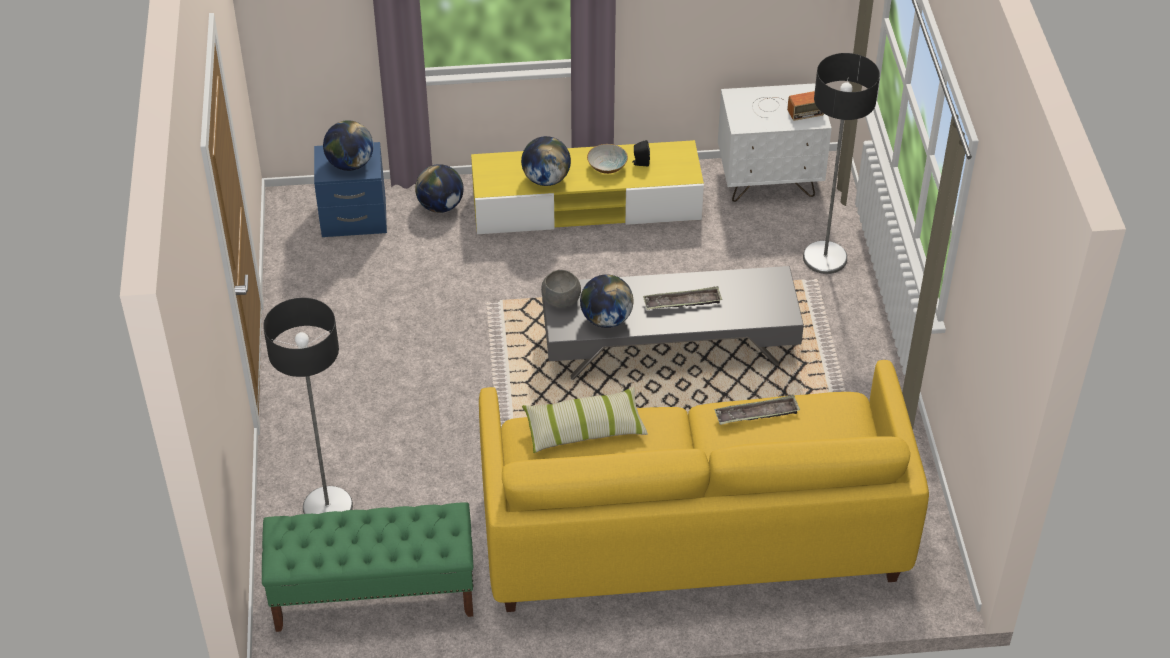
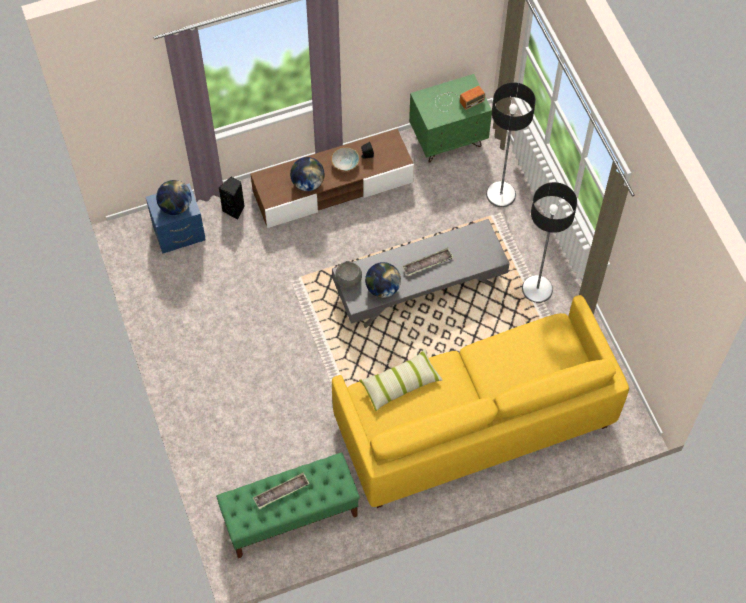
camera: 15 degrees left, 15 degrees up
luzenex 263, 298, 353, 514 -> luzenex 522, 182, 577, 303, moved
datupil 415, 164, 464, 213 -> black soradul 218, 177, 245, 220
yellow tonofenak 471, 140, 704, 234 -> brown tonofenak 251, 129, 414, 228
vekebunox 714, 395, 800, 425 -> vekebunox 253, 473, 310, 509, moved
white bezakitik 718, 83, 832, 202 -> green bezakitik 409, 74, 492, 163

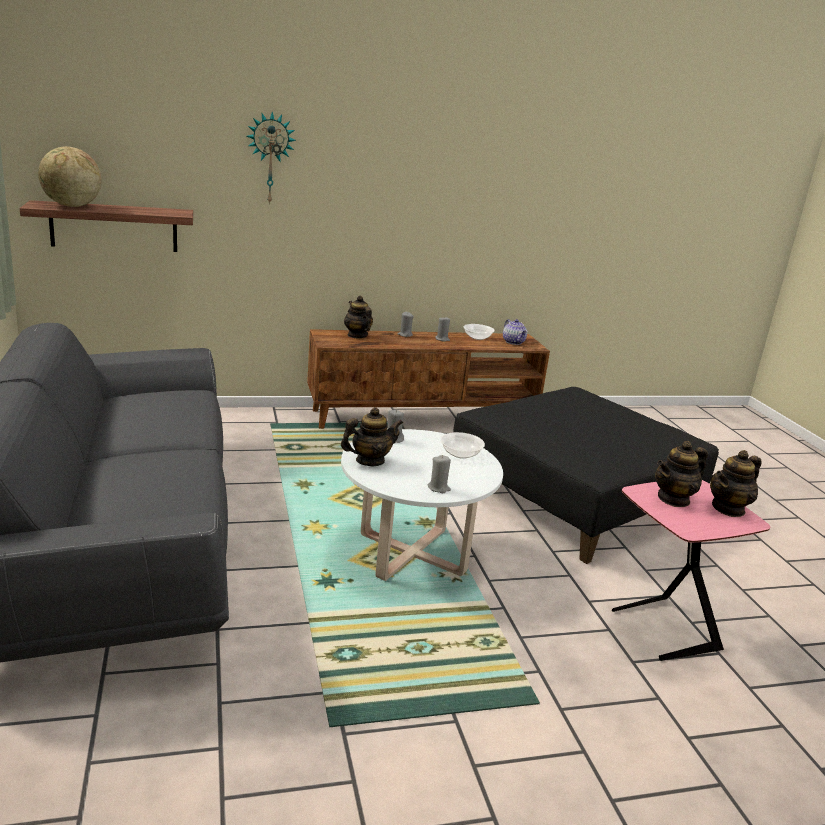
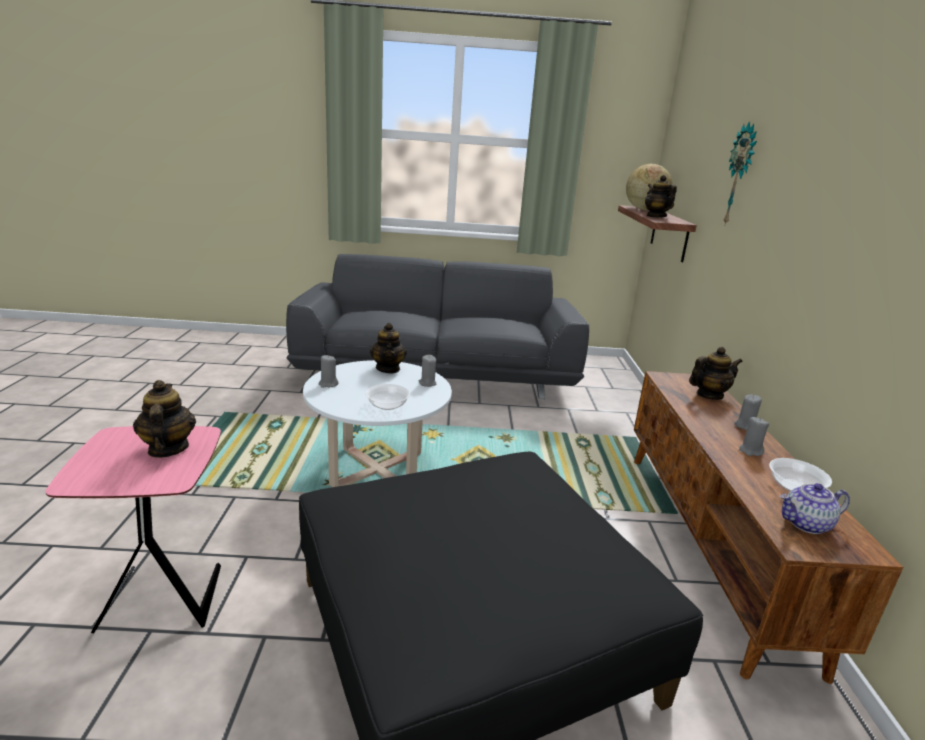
camera: 105 degrees right, 0 degrees up
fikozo 710, 450, 762, 517 -> fikozo 645, 175, 677, 217, moved

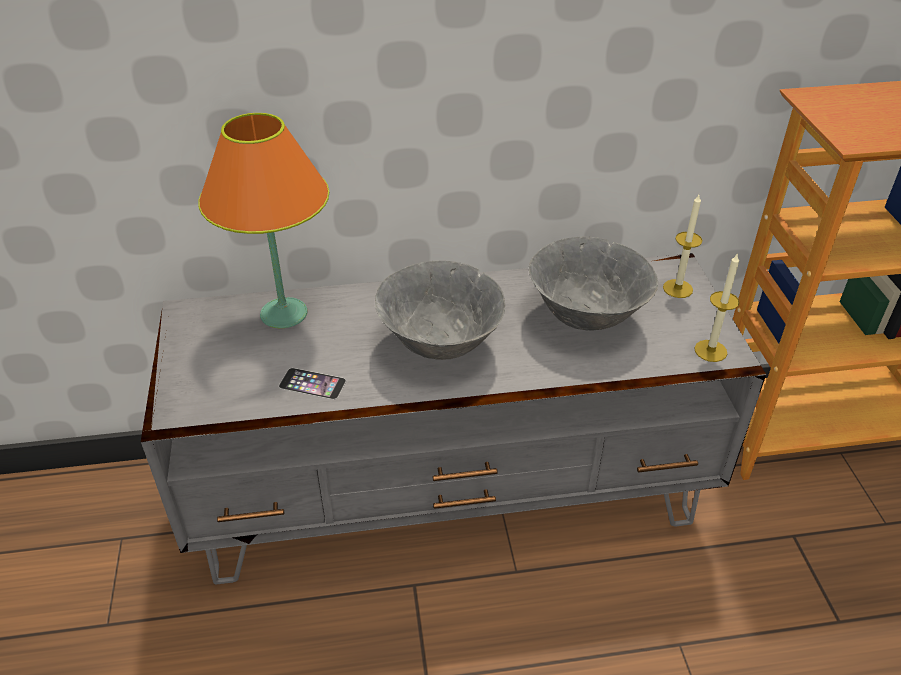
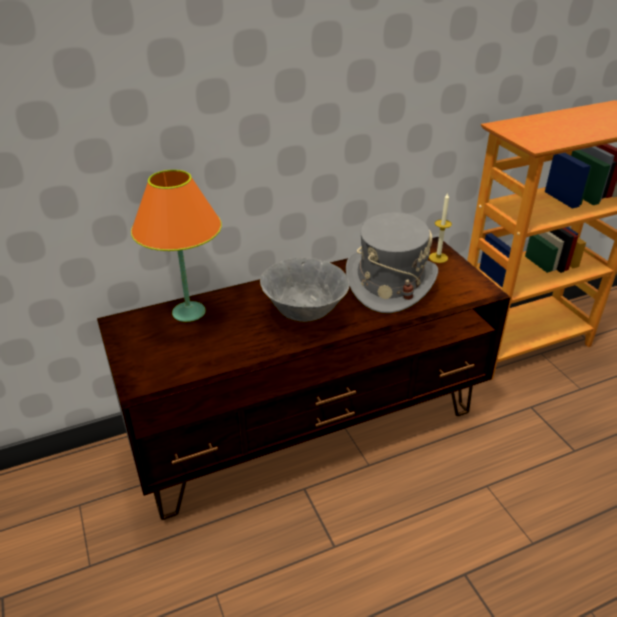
camera: 15 degrees left, 5 degrees down
grey tonofenak 141, 253, 766, 585 -> brown tonofenak 97, 237, 510, 520
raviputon 279, 368, 346, 400 -> none
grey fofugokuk 529, 237, 658, 331 -> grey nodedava 346, 213, 438, 313
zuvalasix 695, 253, 739, 362 -> none

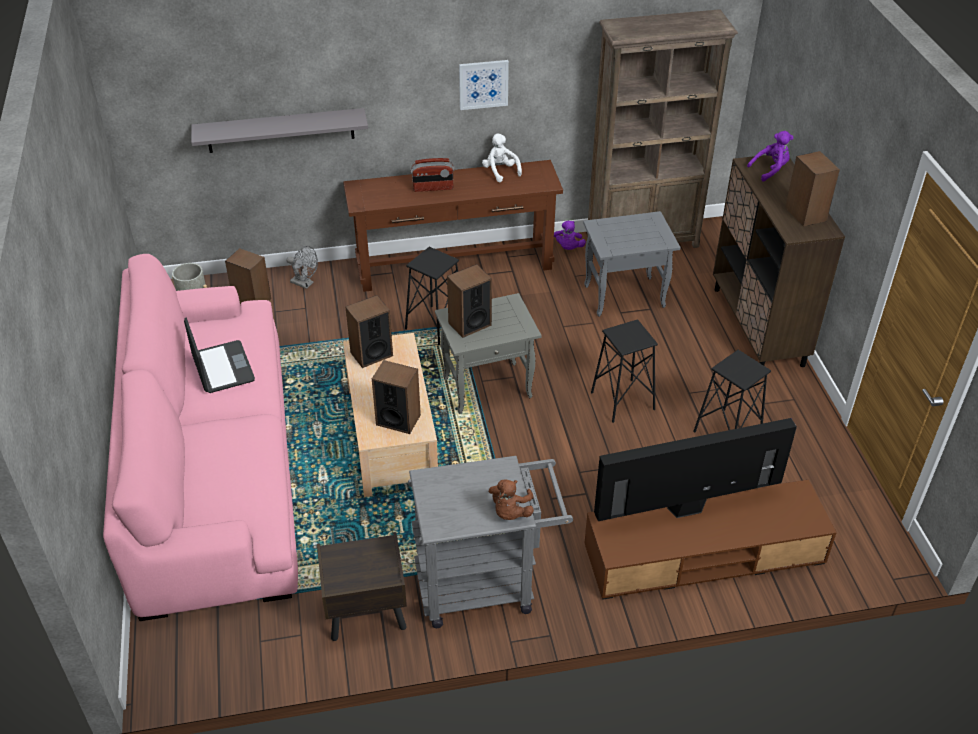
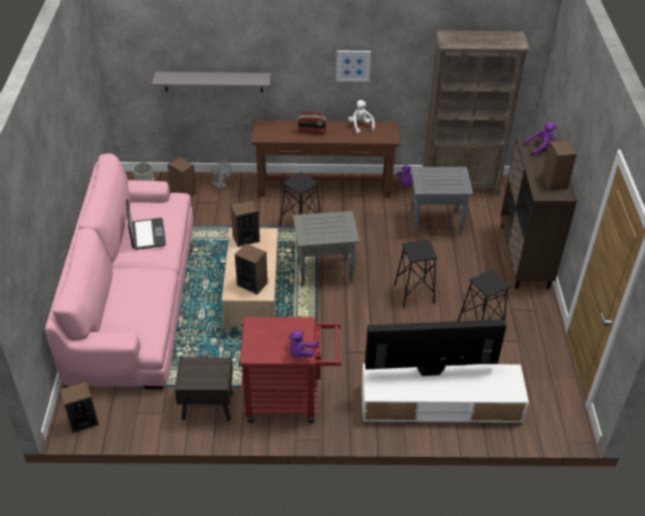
camera: 10 degrees right, 0 degrees up
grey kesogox 408, 456, 573, 628 -> red kesogox 238, 317, 342, 424
soradul 447, 264, 492, 338 -> soradul 60, 381, 99, 433, moved
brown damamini 489, 480, 534, 520 -> purple damamini 288, 330, 318, 357
brown tonofenak 585, 480, 837, 600 -> white tonofenak 361, 363, 529, 424

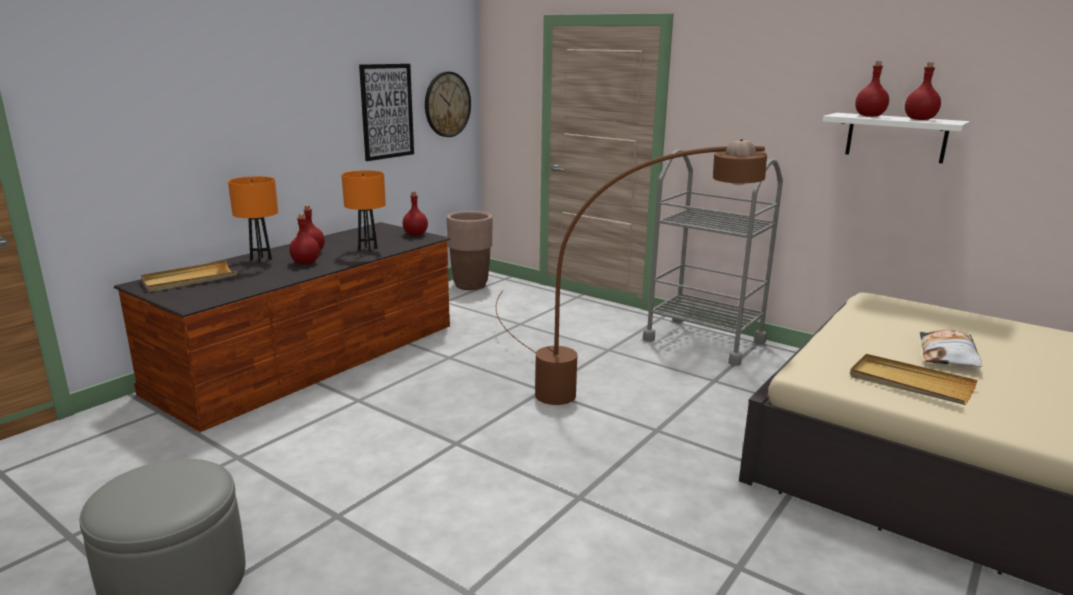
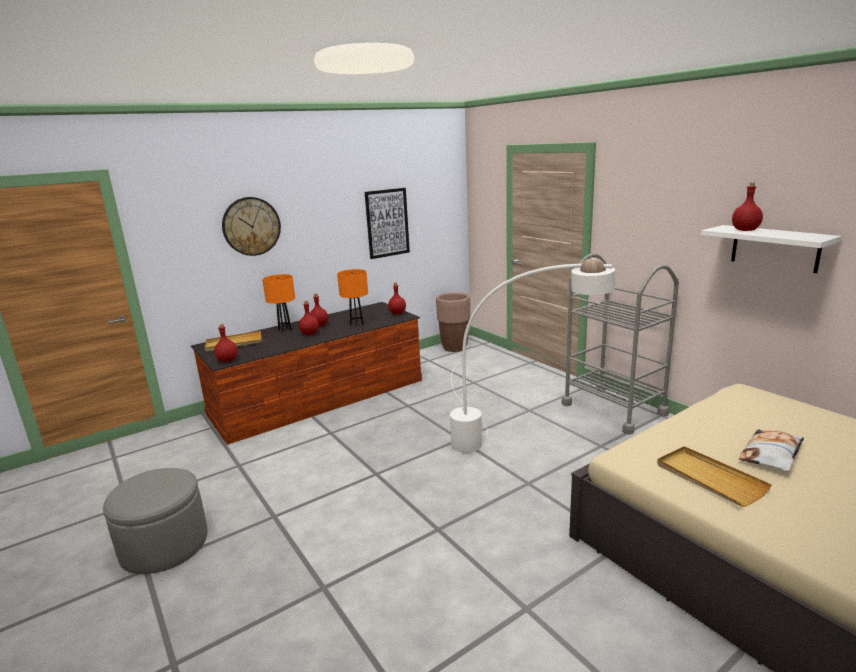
camera: 20 degrees right, 0 degrees up
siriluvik 425, 71, 471, 137 -> siriluvik 222, 197, 281, 256, moved
brown luzenex 496, 139, 767, 405 -> white luzenex 450, 258, 615, 453
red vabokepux 905, 63, 941, 120 -> red vabokepux 214, 324, 238, 362, moved

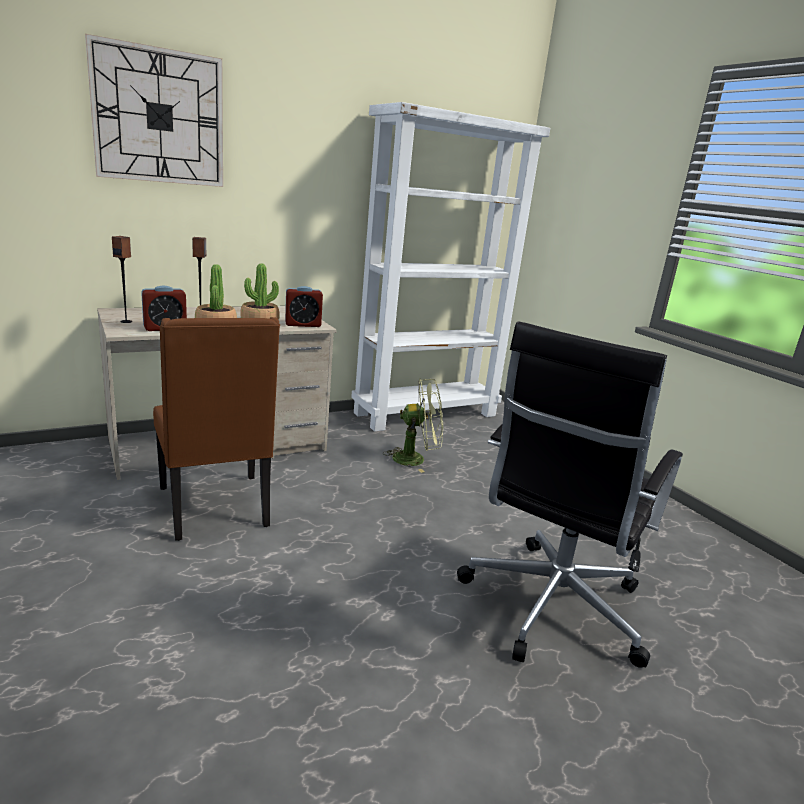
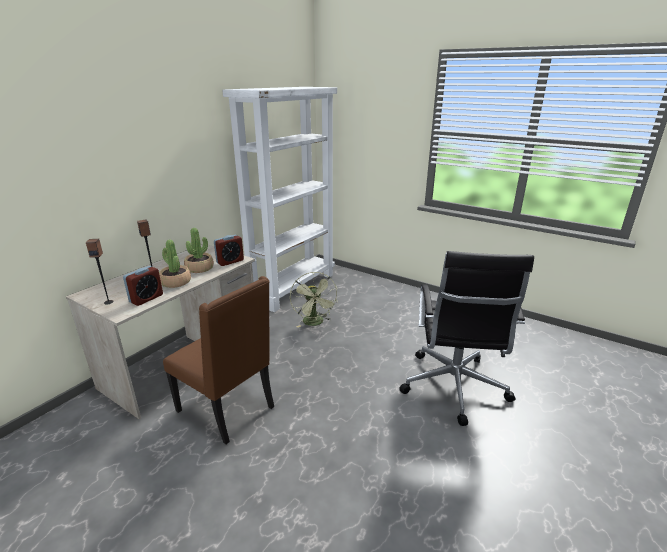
camera: 25 degrees left, 5 degrees up
siriluvik 85, 34, 223, 187 -> none
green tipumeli 383, 378, 443, 473 -> green tipumeli 290, 272, 338, 328, 105 degrees clockwise

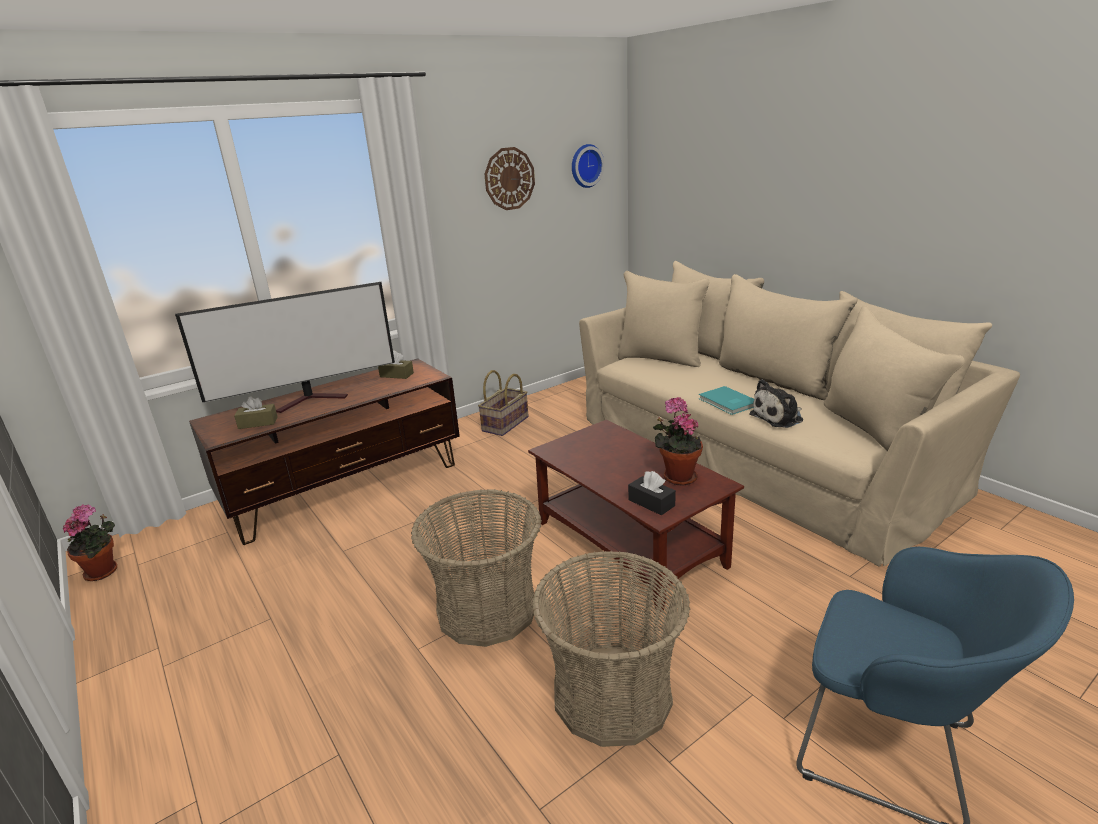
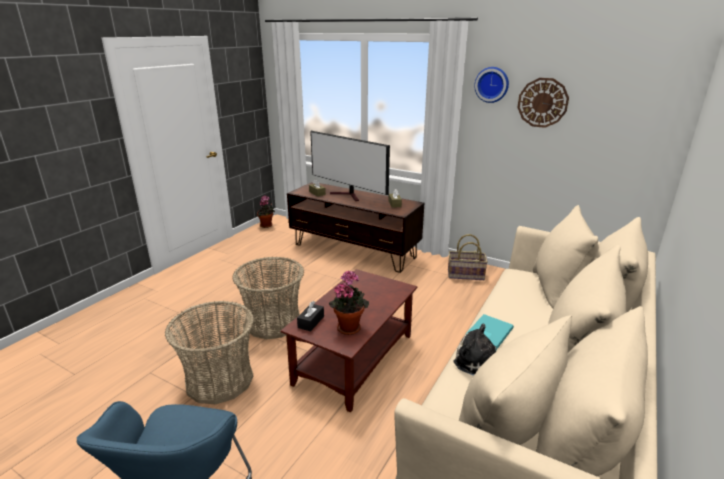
camera: 65 degrees right, 0 degrees up
siriluvik 572, 144, 605, 188 -> siriluvik 474, 67, 509, 103, moved

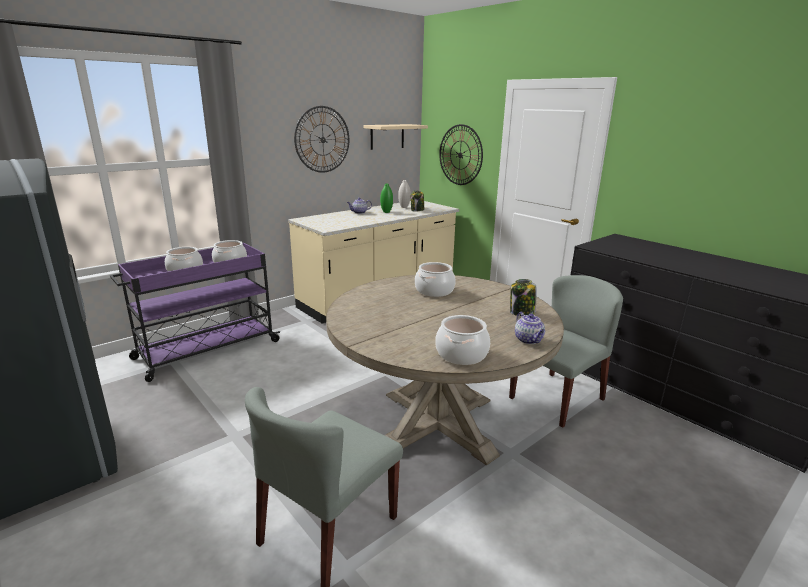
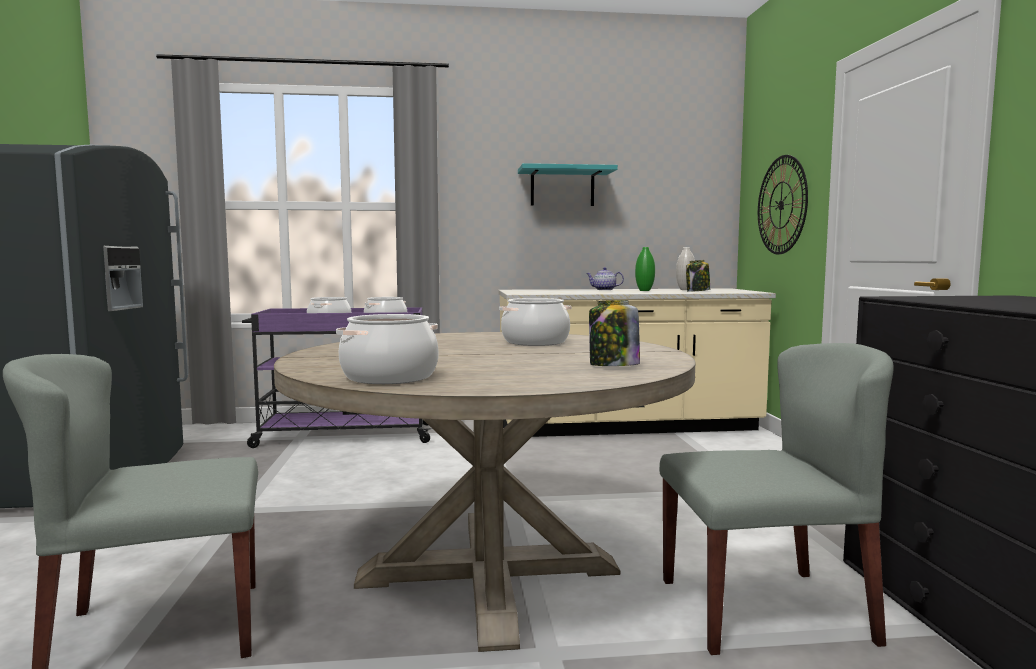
camera: 35 degrees right, 15 degrees down
siriluvik 294, 106, 349, 173 -> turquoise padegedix 518, 163, 618, 206
beige padegedix 363, 124, 428, 150 -> none
fikozo 515, 312, 545, 344 -> none

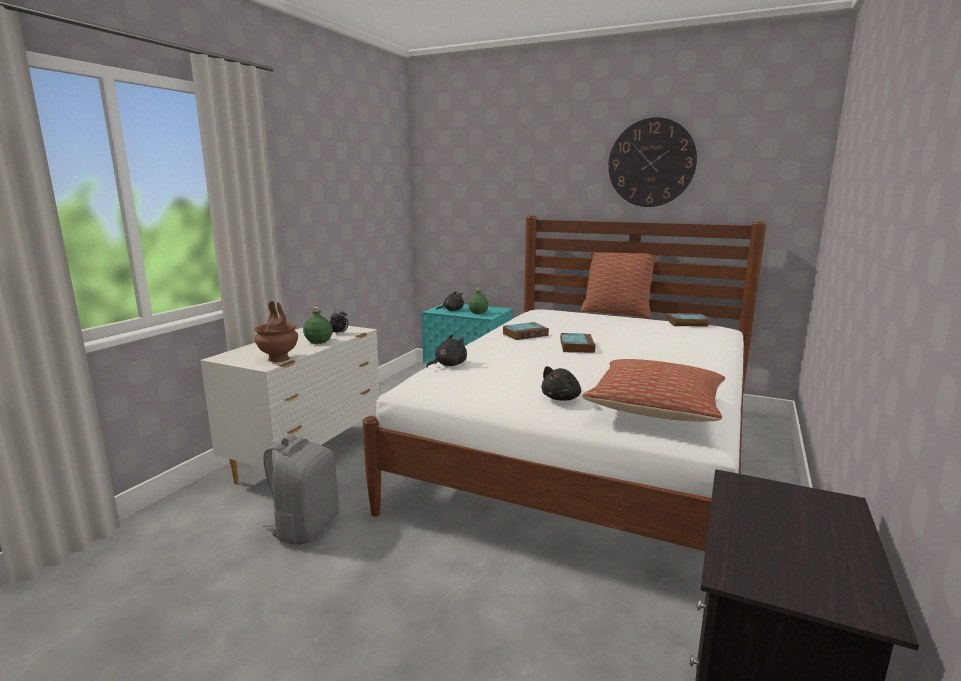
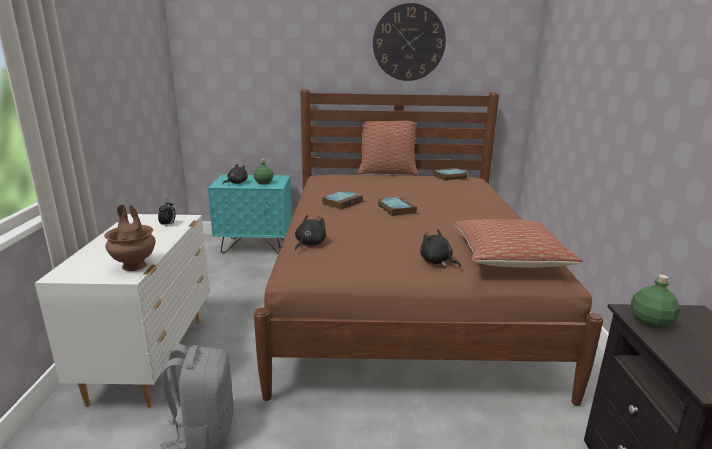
camera: 25 degrees left, 5 degrees up
green vabokepux 303, 307, 333, 344 -> green vabokepux 631, 274, 681, 329, moved
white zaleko 362, 215, 766, 551 -> brown zaleko 254, 89, 603, 406
black damamini 541, 366, 581, 401 -> black damamini 420, 229, 461, 268, 120 degrees clockwise

